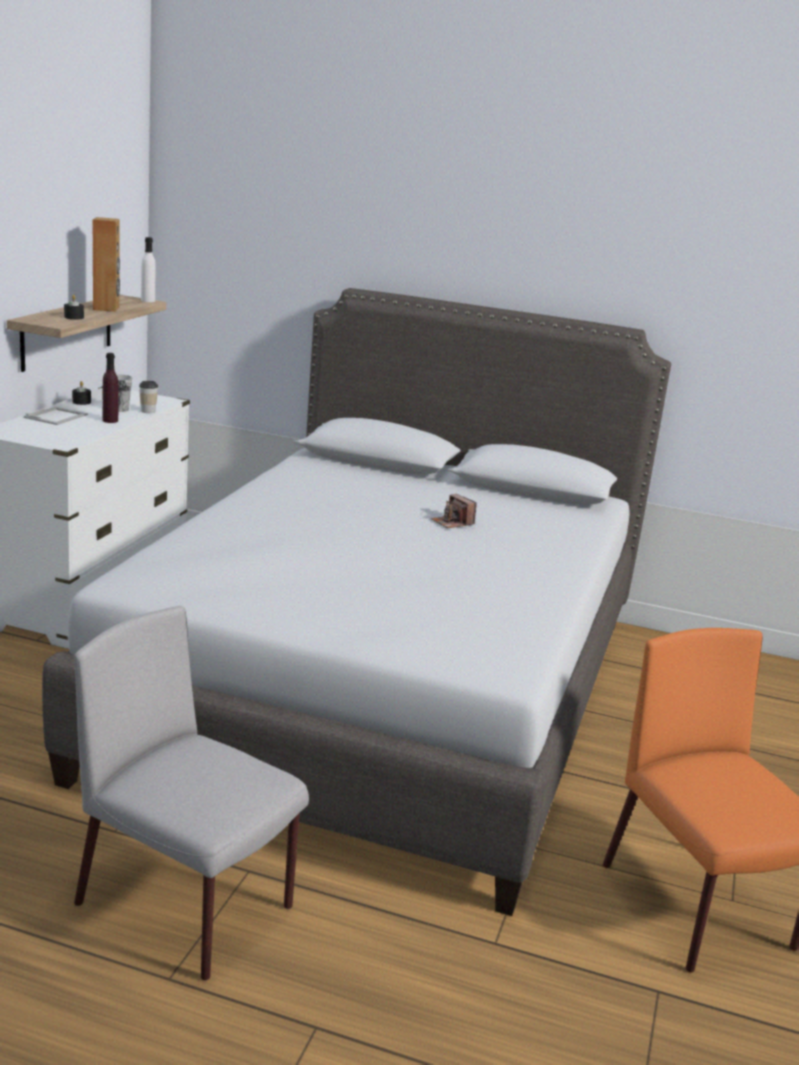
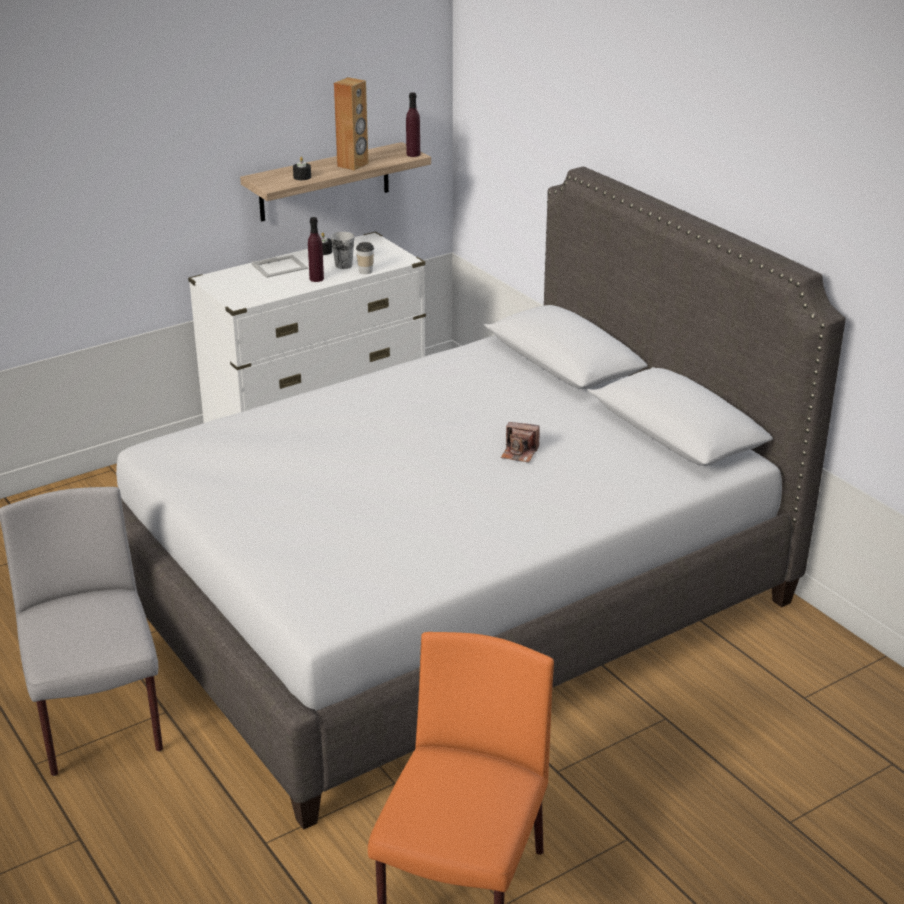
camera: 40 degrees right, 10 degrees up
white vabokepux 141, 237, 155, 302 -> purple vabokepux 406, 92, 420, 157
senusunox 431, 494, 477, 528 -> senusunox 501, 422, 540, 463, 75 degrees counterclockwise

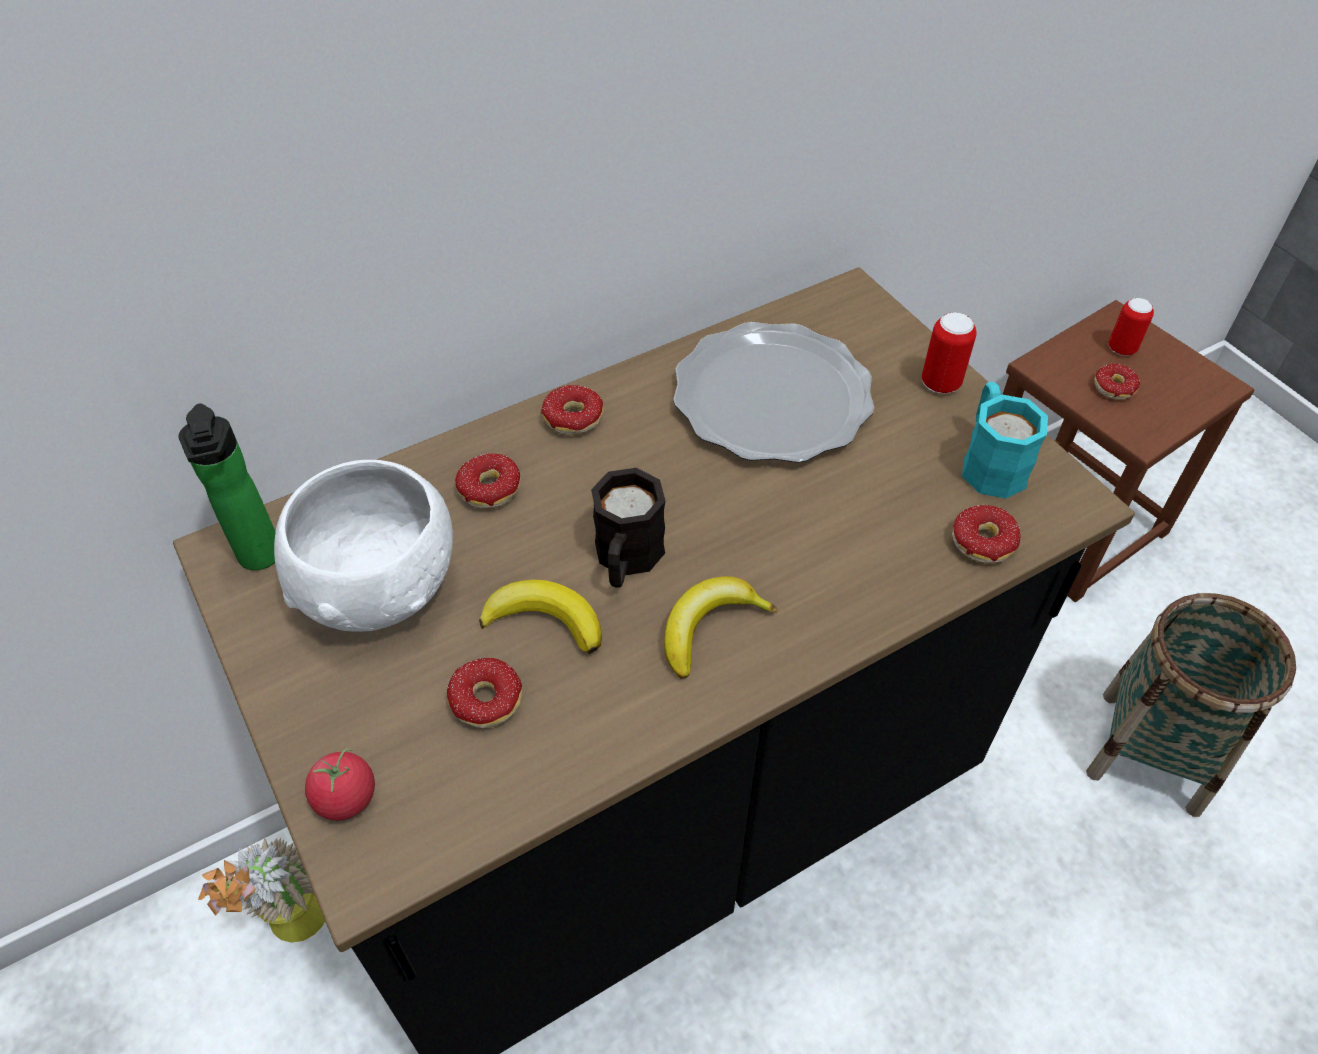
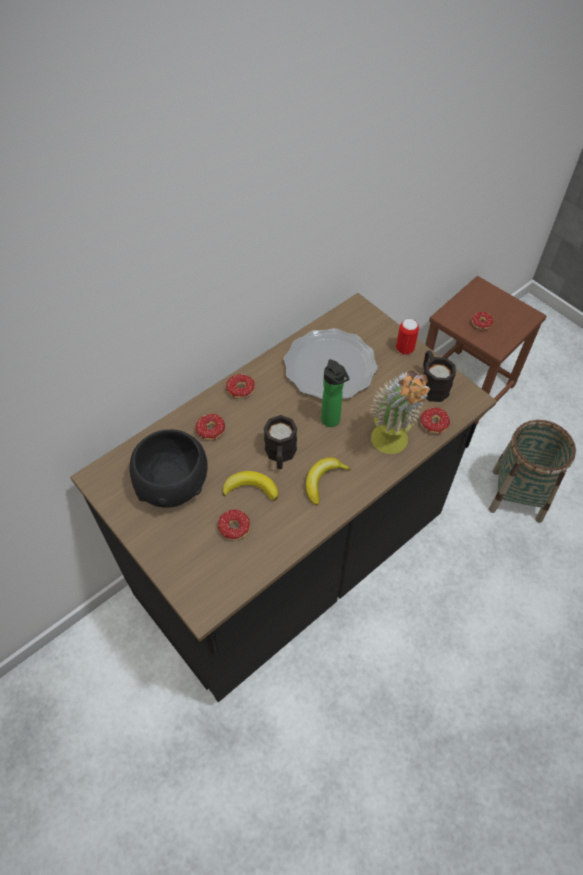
camera: 10 degrees left, 5 degrees up
vabokepux 178, 403, 275, 570 -> vabokepux 321, 359, 350, 427, moved
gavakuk 198, 838, 325, 943 -> gavakuk 370, 371, 431, 454, moved
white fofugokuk 274, 460, 453, 632 -> black fofugokuk 130, 429, 208, 508
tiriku 305, 748, 375, 821 -> none
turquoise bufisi 962, 382, 1048, 499 -> black bufisi 423, 351, 456, 402
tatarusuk 1108, 298, 1154, 356 -> none

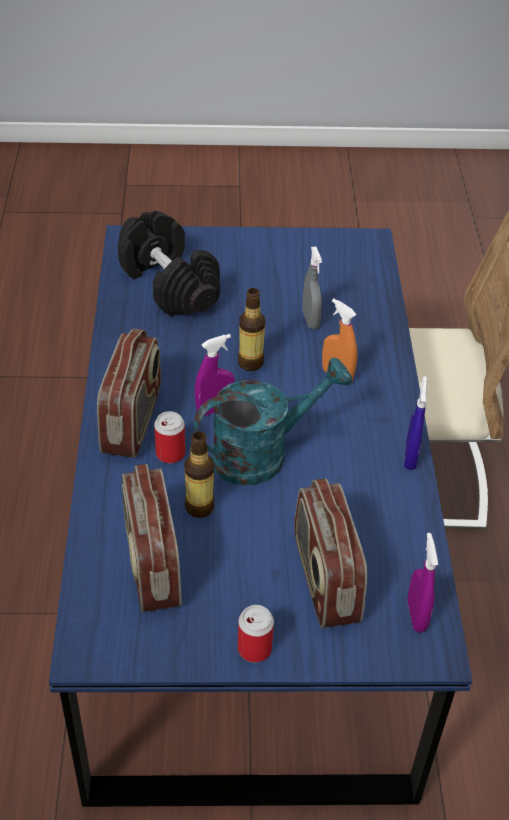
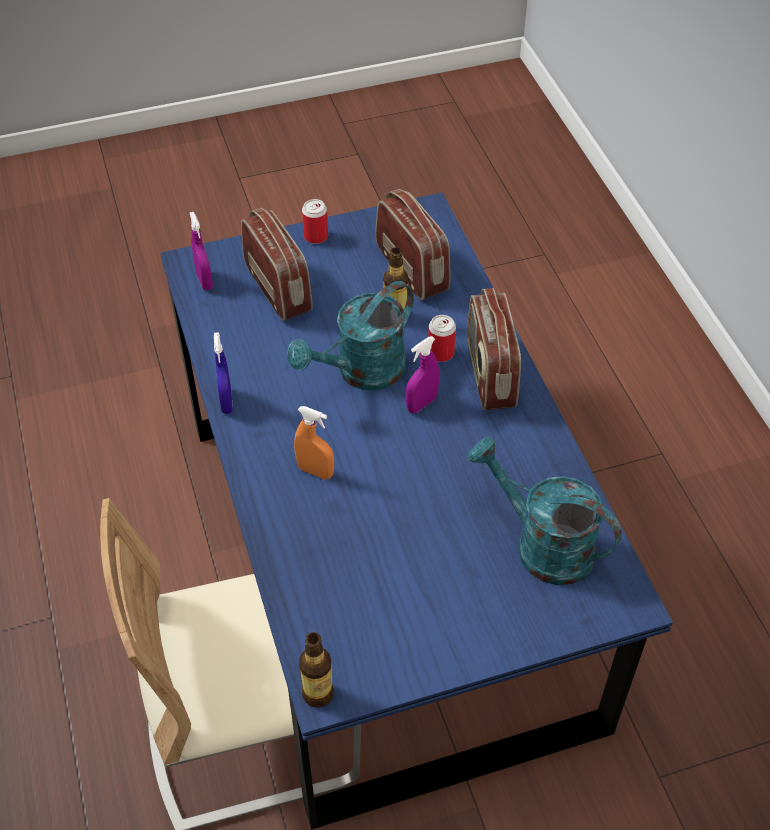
camera: 165 degrees right, 5 degrees up
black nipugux 118, 211, 220, 317 -> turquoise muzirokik 468, 437, 622, 585
vabokepux 238, 288, 265, 371 -> vabokepux 299, 632, 334, 708, moved
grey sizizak 302, 246, 322, 329 -> none

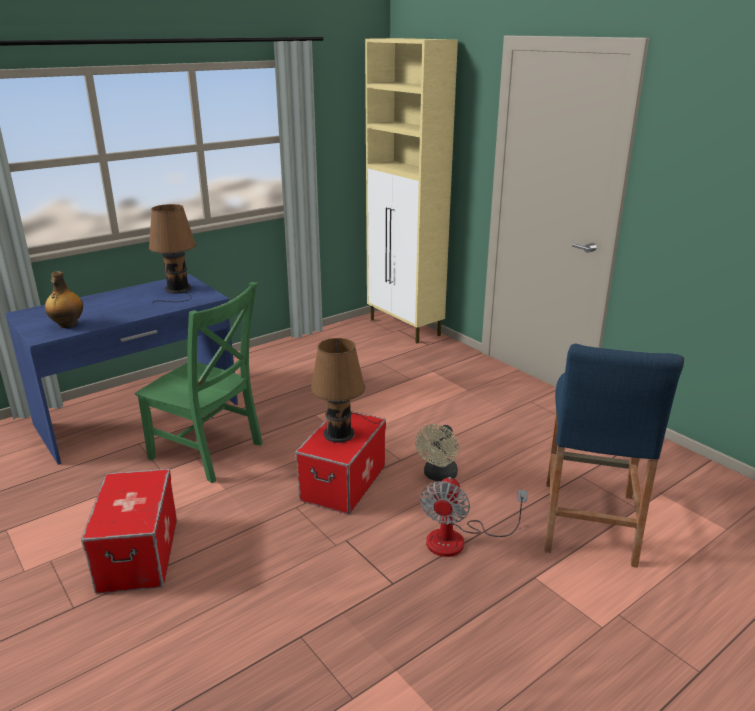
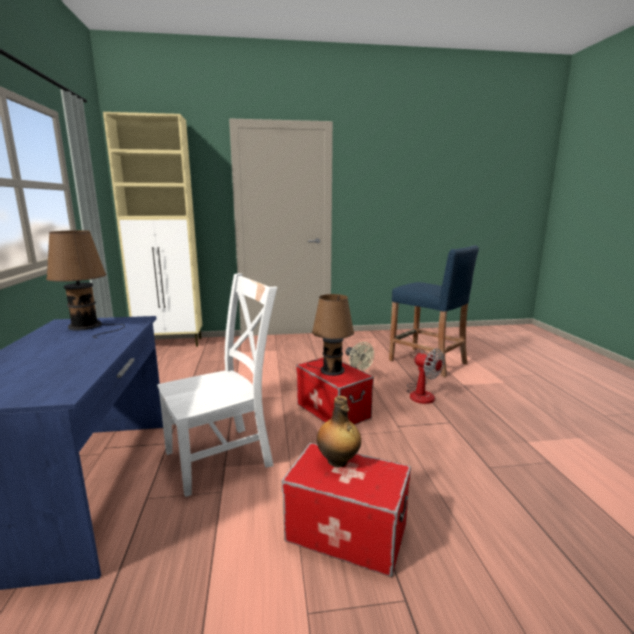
camera: 60 degrees left, 10 degrees down
vabokepux 45, 271, 83, 328 -> vabokepux 317, 396, 361, 467, moved
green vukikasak 135, 282, 263, 483 -> white vukikasak 157, 273, 277, 497

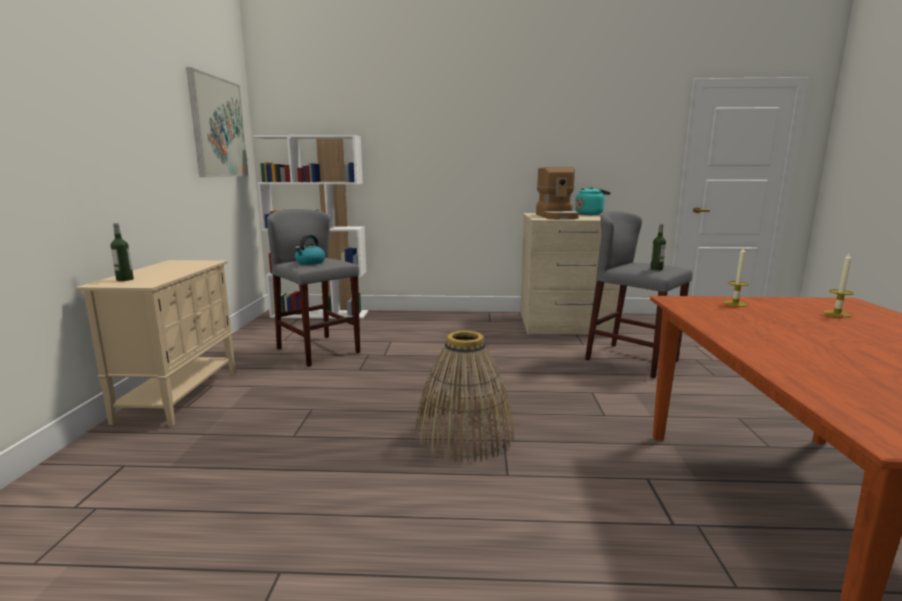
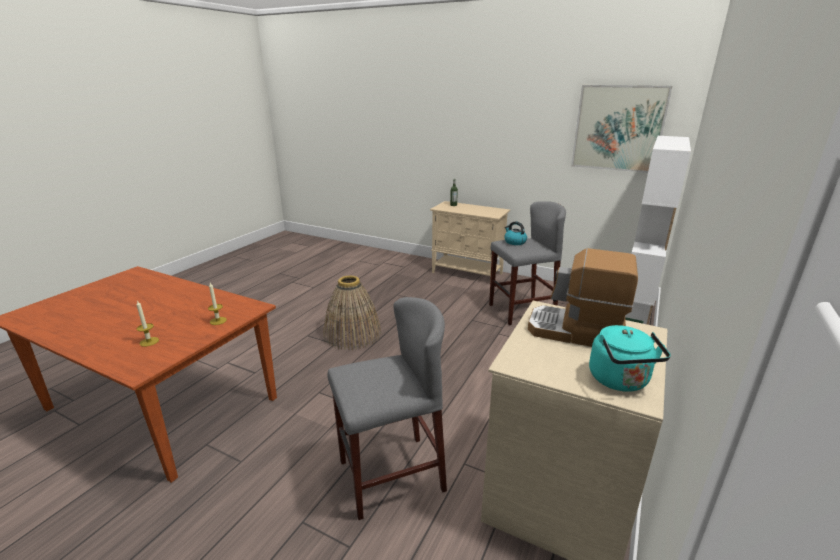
camera: 115 degrees right, 10 degrees up
vabokepux 650, 224, 666, 271 -> none

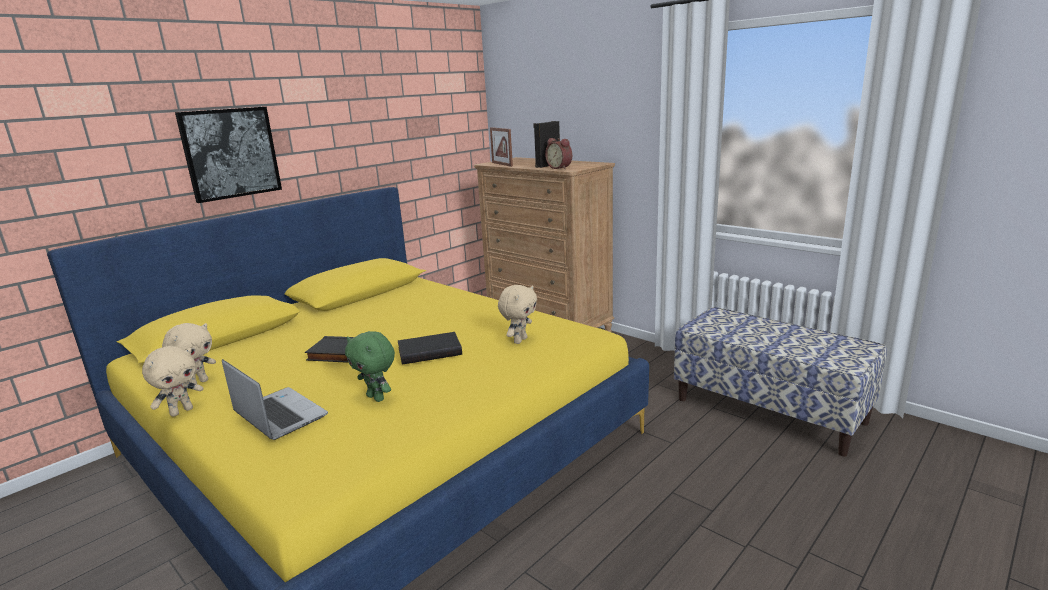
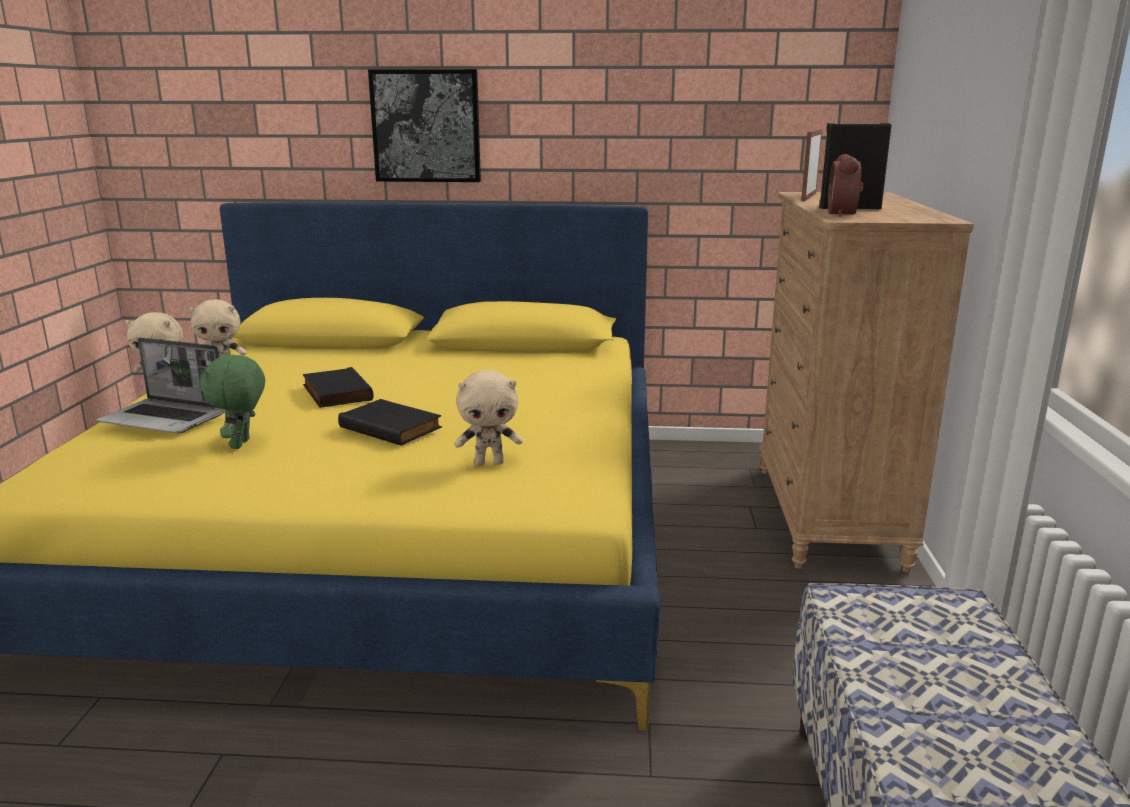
camera: 50 degrees right, 0 degrees up
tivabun 222, 359, 328, 440 -> tivabun 97, 337, 225, 433, 105 degrees clockwise

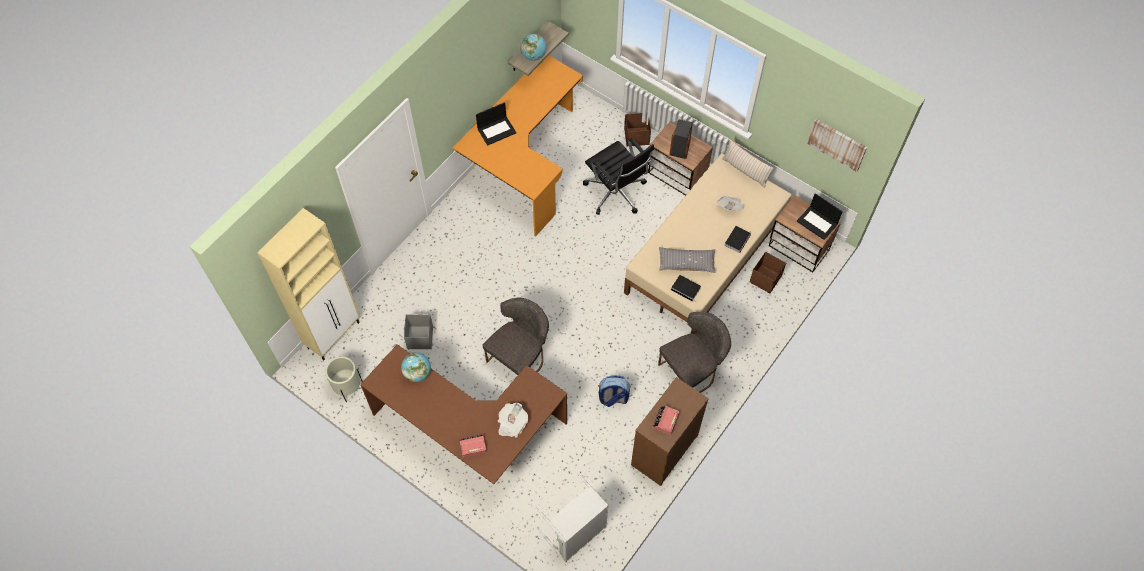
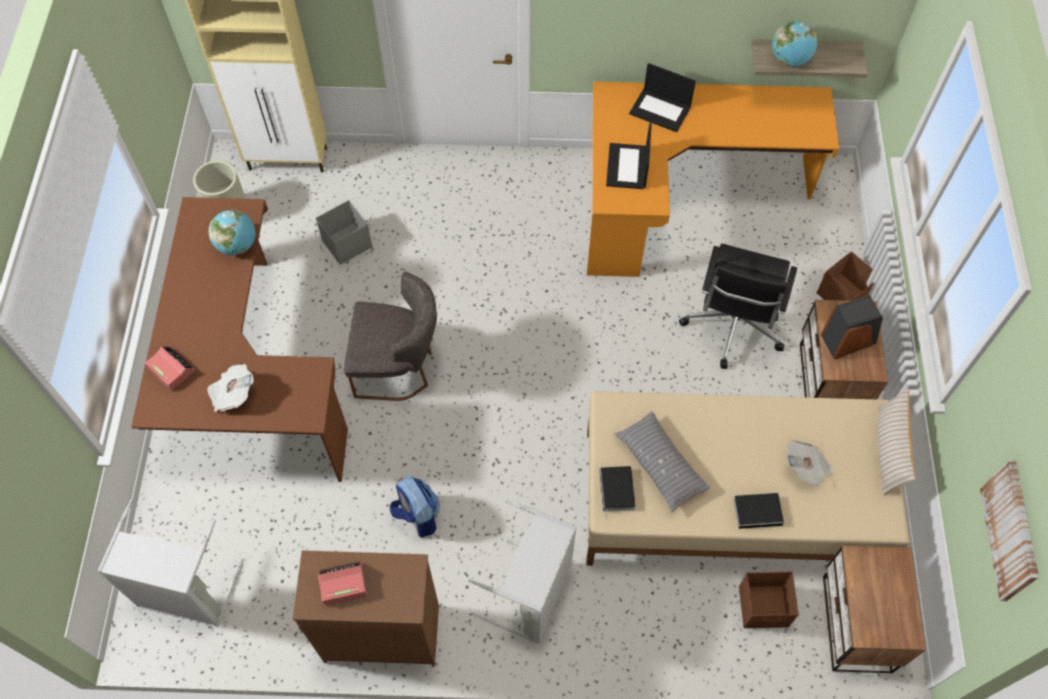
camera: 55 degrees right, 0 degrees up
grey vukikasak 658, 312, 731, 393 -> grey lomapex 468, 499, 577, 644
tivabun 797, 193, 843, 240 -> tivabun 606, 122, 652, 189, moved

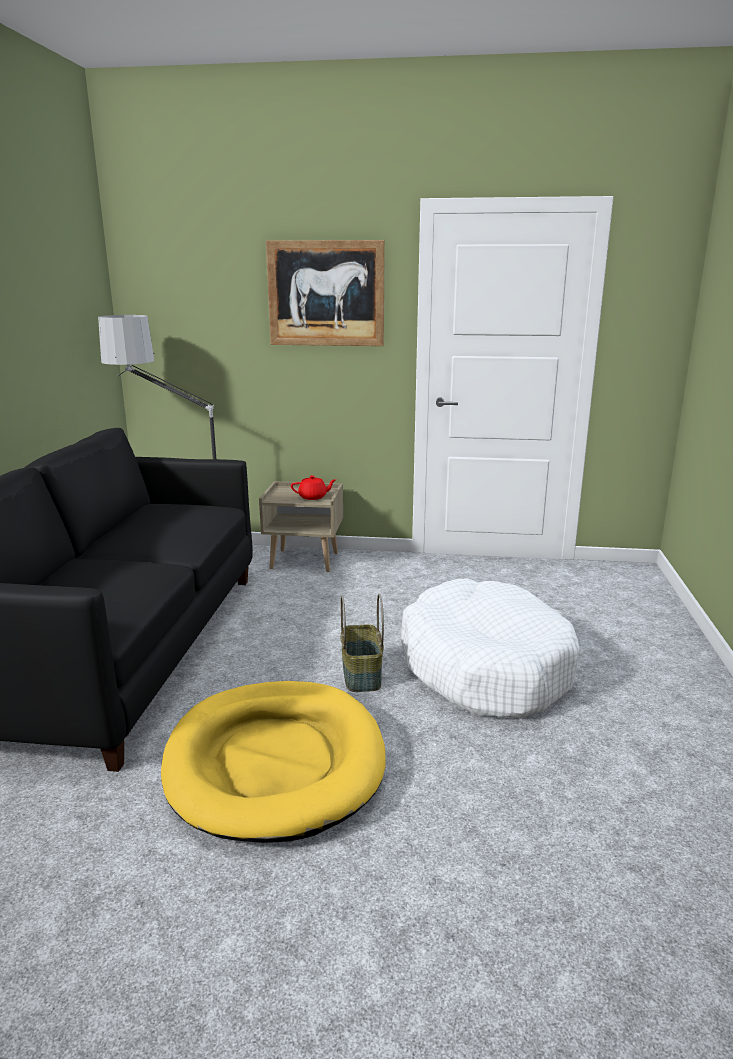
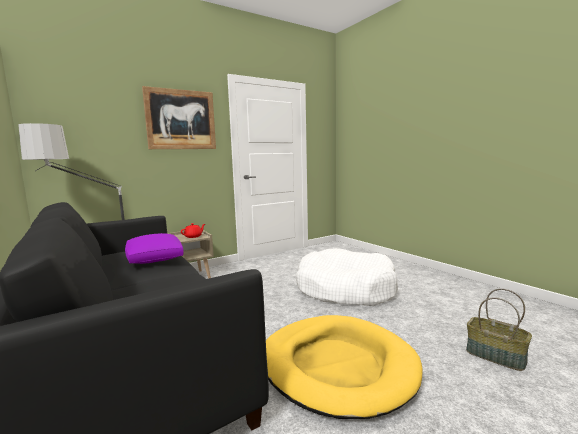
camera: 40 degrees left, 10 degrees down
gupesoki 340, 594, 384, 692 -> gupesoki 466, 288, 532, 371, moved
none -> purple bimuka 125, 233, 184, 264

